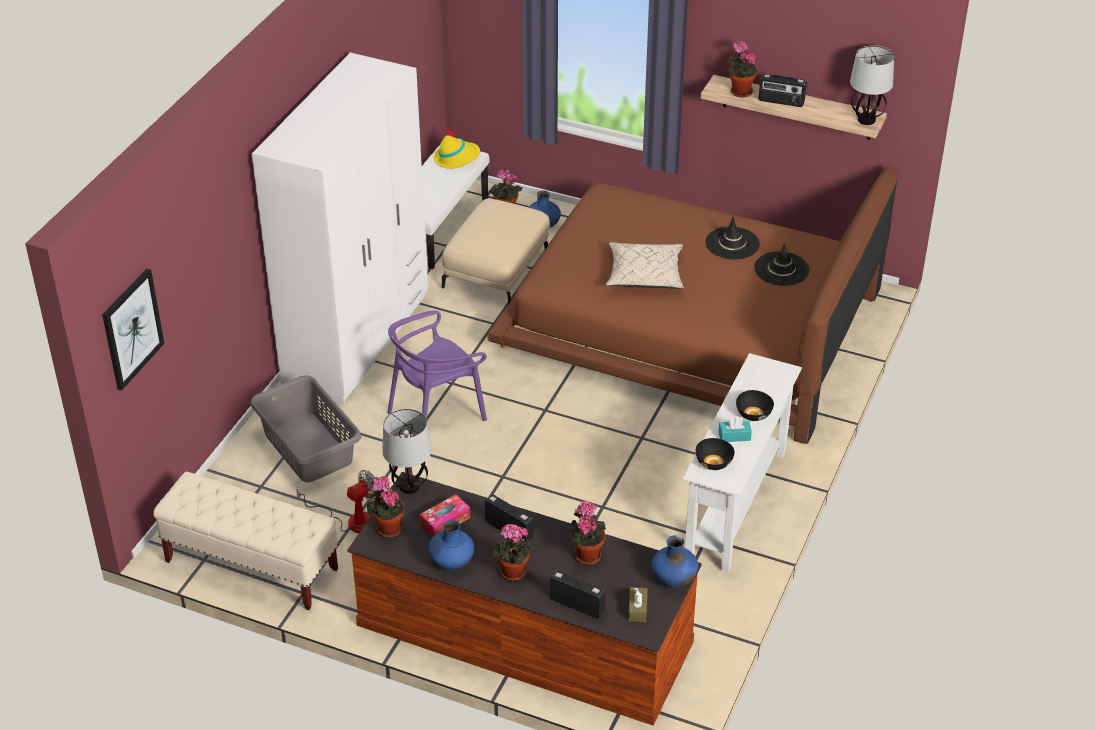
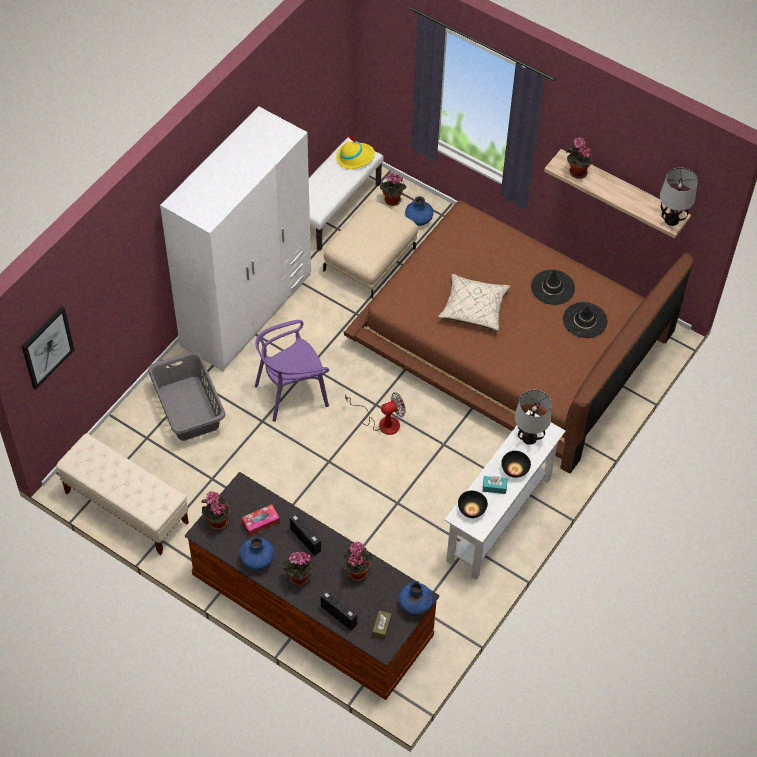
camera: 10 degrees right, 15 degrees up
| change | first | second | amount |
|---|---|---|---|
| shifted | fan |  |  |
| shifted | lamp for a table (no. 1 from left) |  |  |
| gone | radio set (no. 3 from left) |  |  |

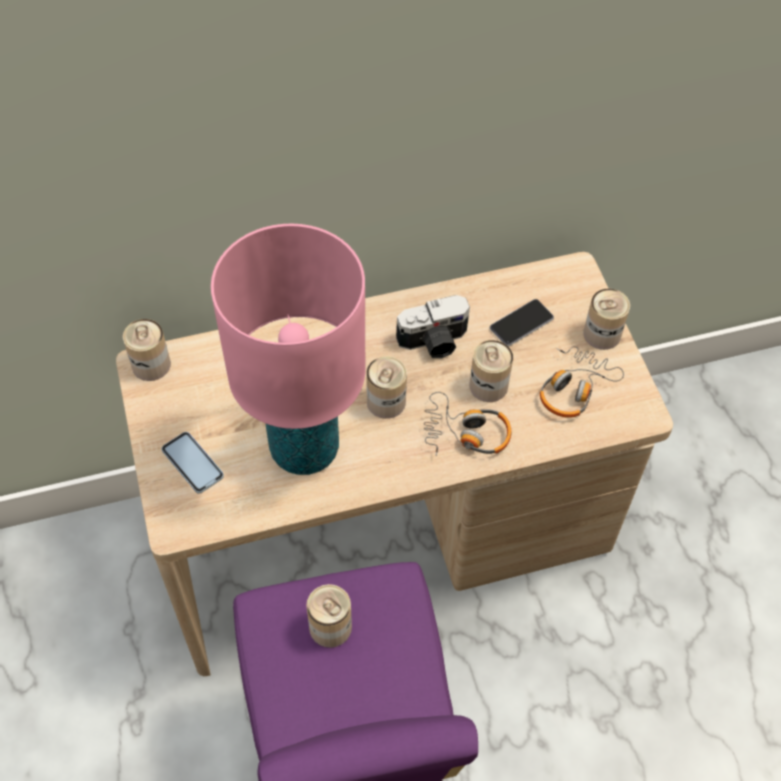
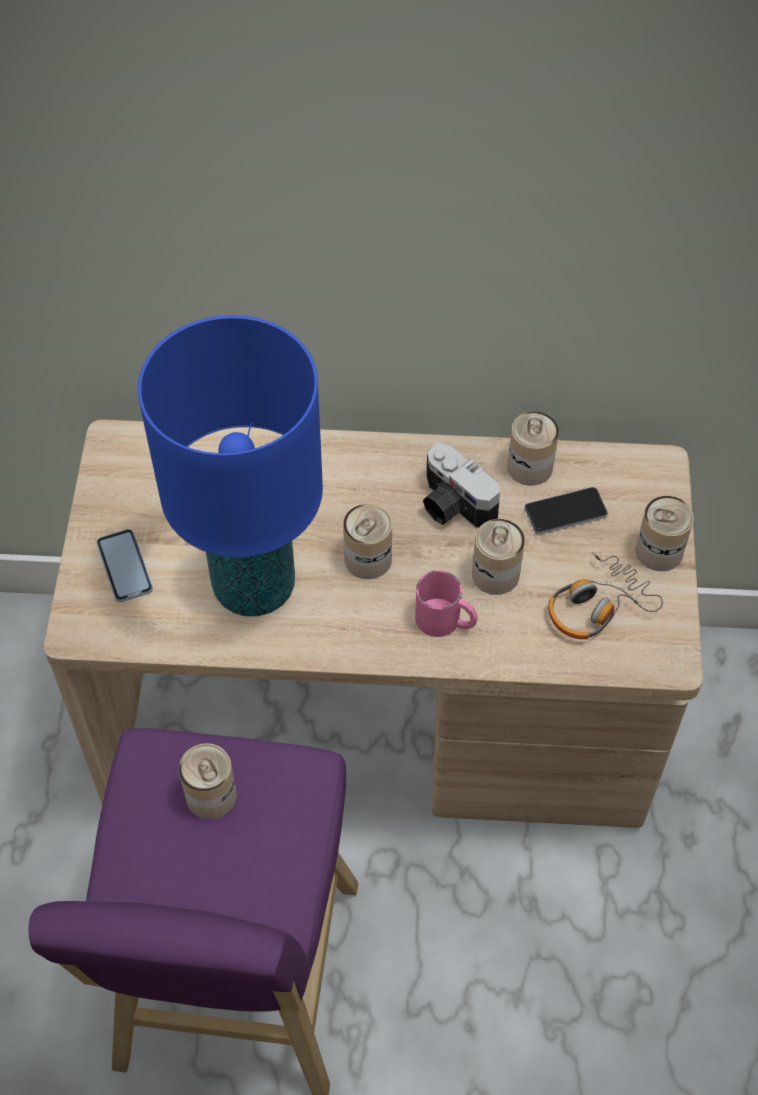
camera: 20 degrees right, 0 degrees up
| change | first | second | amount |
|---|---|---|---|
| repainted | lamp for a table (pinkish) | lamp for a table (blue-coloured) |  |
| swapped | headphones (no. 1 from left) | tea mug (pinkish) |  |
| rotated | photo camera |  | 45 degrees clockwise |
| shifted | sealed can (no. 1 from left in the first image) | sealed can (no. 4 from left) |  |

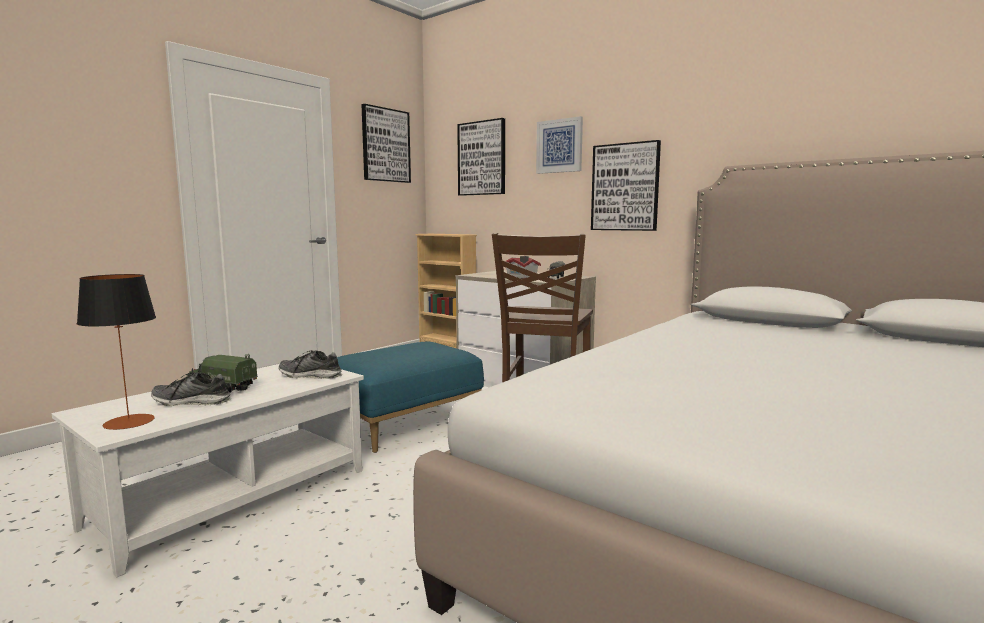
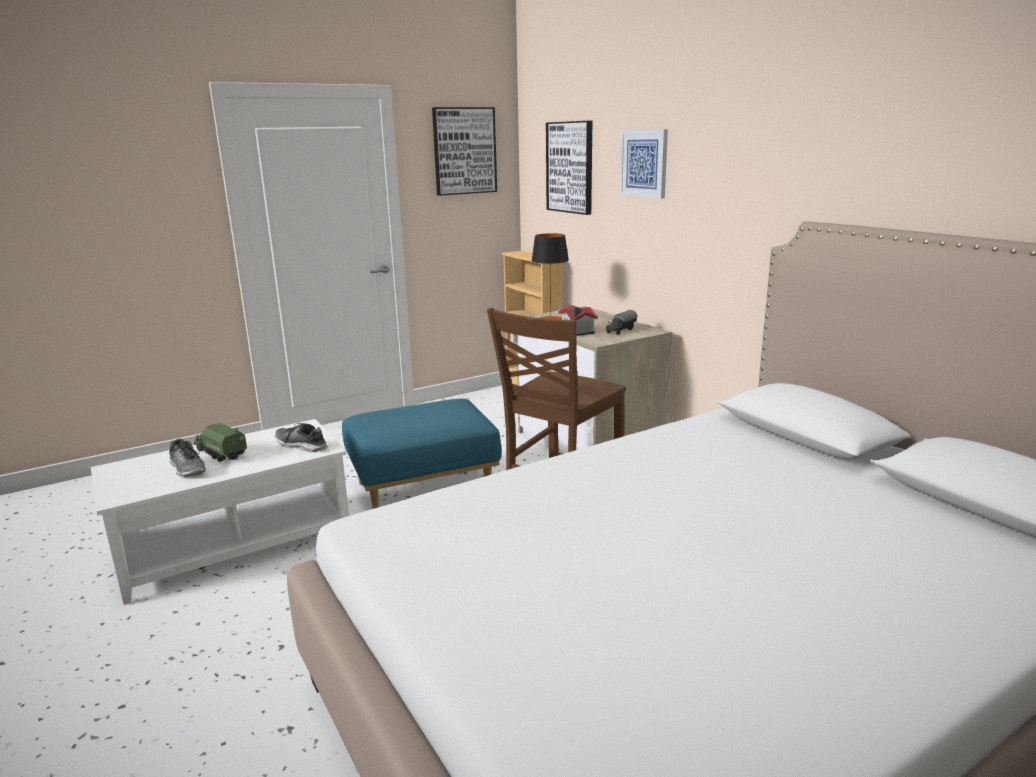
camera: 20 degrees right, 10 degrees up
| change | first | second | amount |
|---|---|---|---|
| rotated | item of footwear (no. 1 from left) |  | 150 degrees counterclockwise |
| shifted | lamp for a table |  |  |
| gone | picture (no. 4 from left) |  |  |

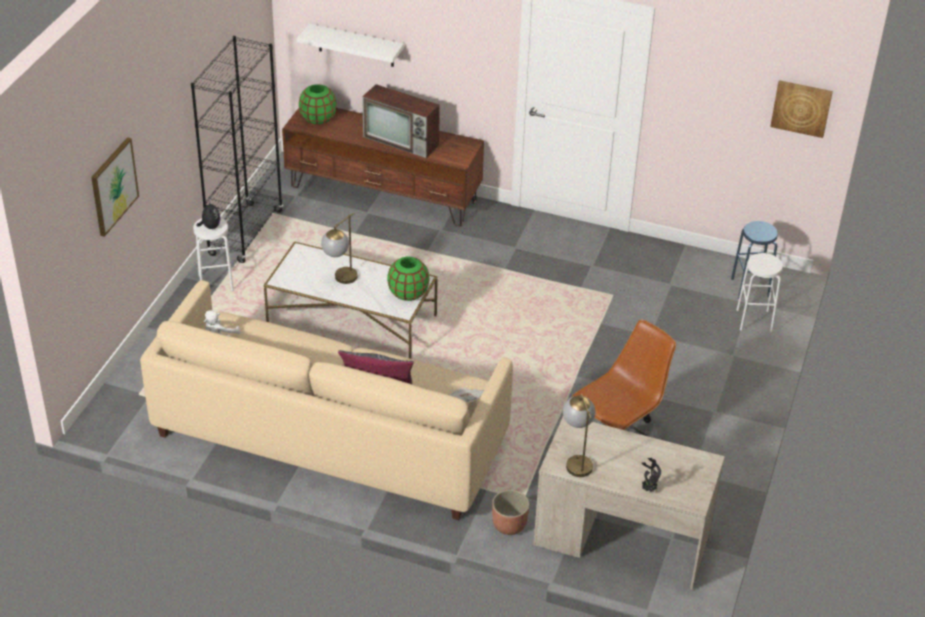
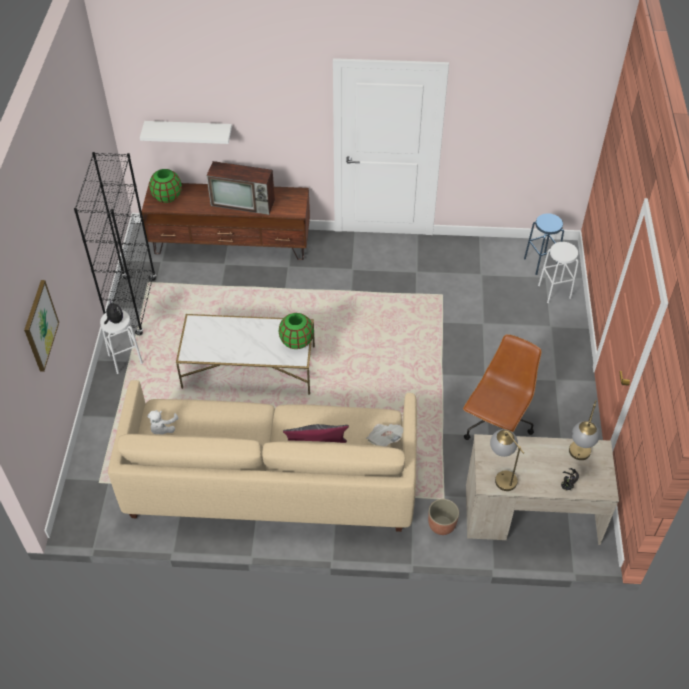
camera: 15 degrees left, 10 degrees up
| change | first | second | amount |
|---|---|---|---|
| shifted | lamp for a table (no. 1 from left in the first image) | lamp for a table (no. 2 from left) |  |
| gone | picture (no. 2 from left) |  |  |

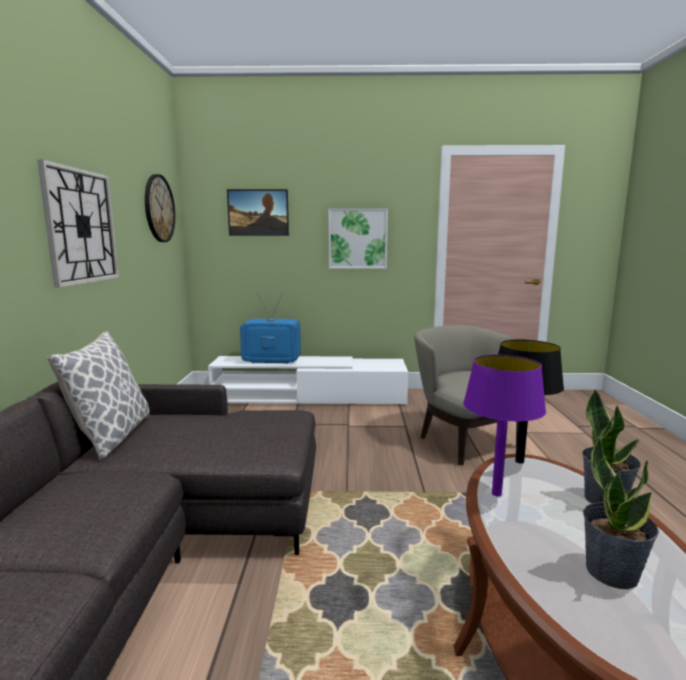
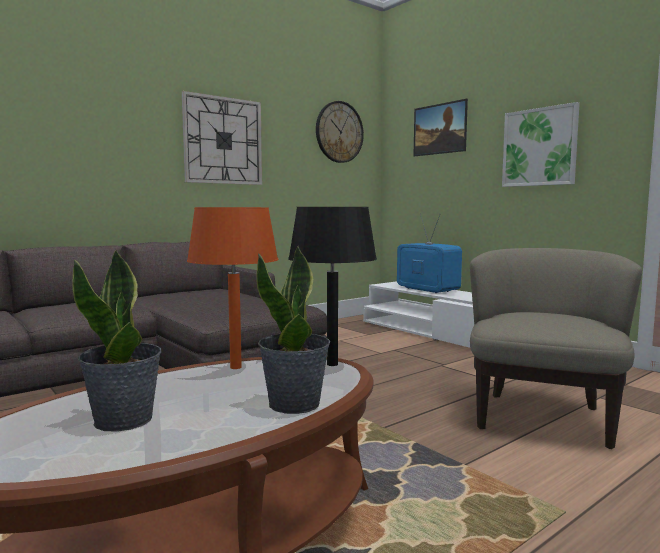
camera: 50 degrees right, 5 degrees down
| change | first | second | amount |
|---|---|---|---|
| repainted | lamp for a table (purple-coloured) | lamp for a table (orange) |  |
| gone | cushion |  |  |

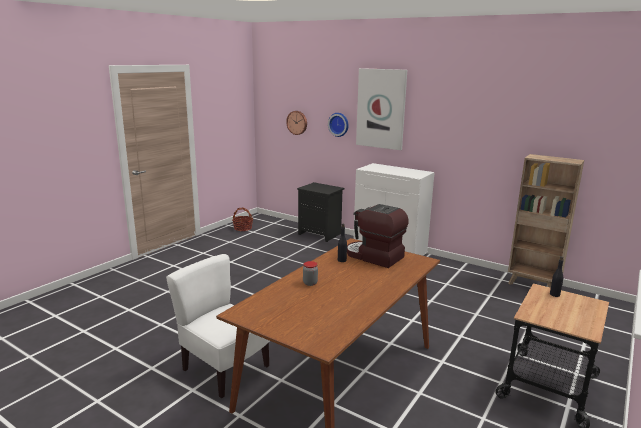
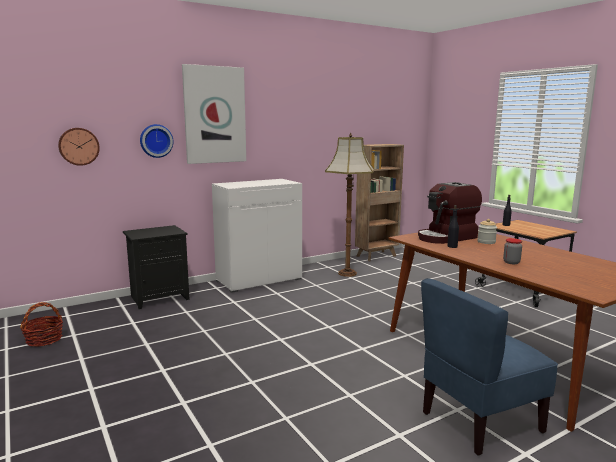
camera: 65 degrees left, 5 degrees down
| change | first | second | amount |
|---|---|---|---|
| new |  | standard lamp |  |
| repainted | upright chair (white) | upright chair (blue-coloured) |  |
| new |  | preserve jar (no. 1 from left) |  |

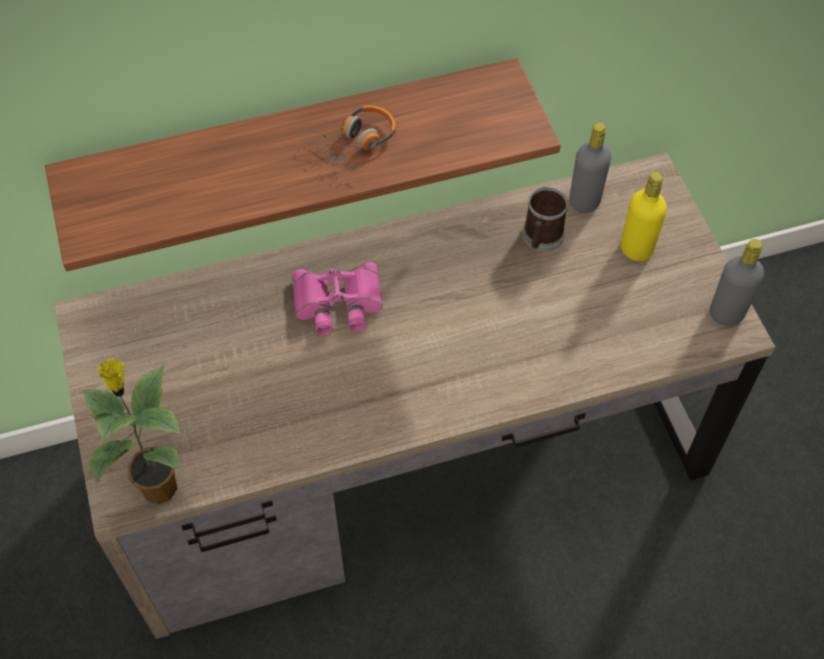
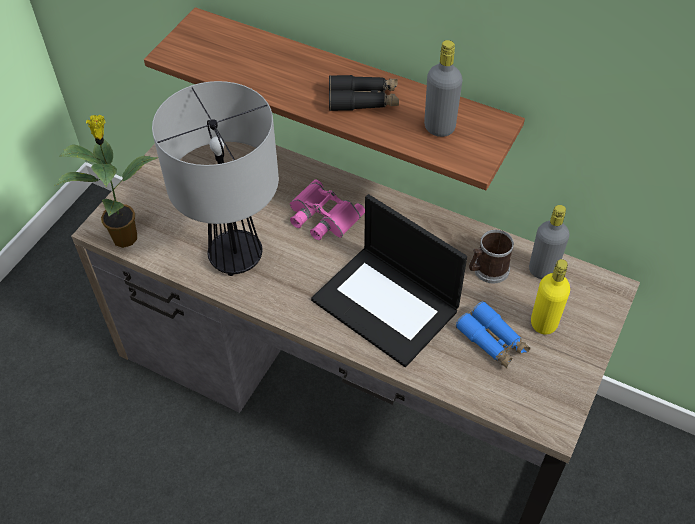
camera: 45 degrees right, 5 degrees down
| change | first | second | amount |
|---|---|---|---|
| new |  | lamp for a table |  |
| new |  | laptop |  |
| swapped | headphones | binoculars (black) |  |
| shifted | drink bottle (gray) (no. 2 from left in the first image) | drink bottle (gray) (no. 1 from left) |  |
| new |  | binoculars (blue-coloured) |  |

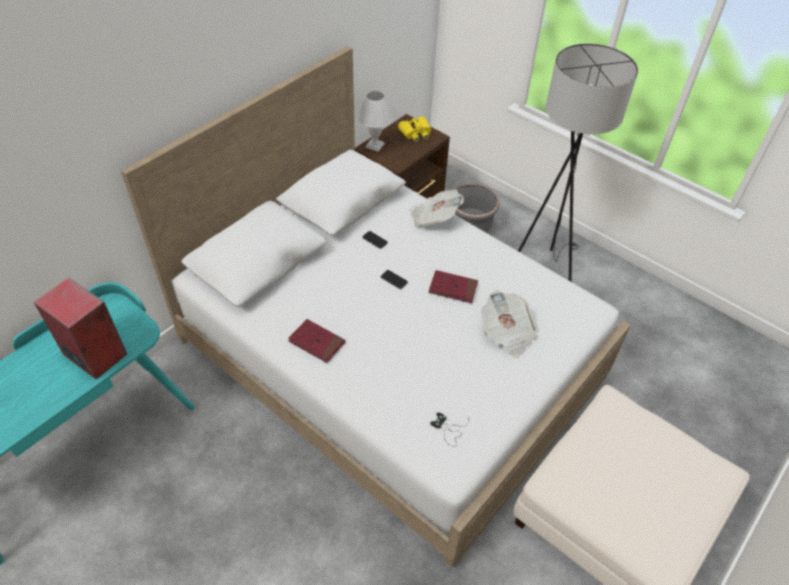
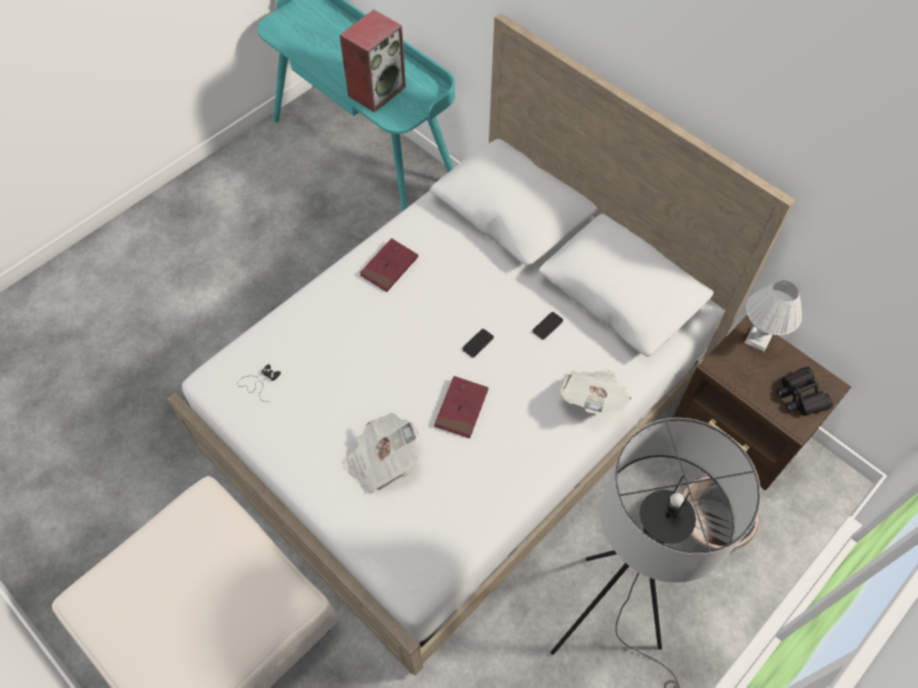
camera: 95 degrees right, 10 degrees up
| change | first | second | amount |
|---|---|---|---|
| repainted | binoculars (yellow) | binoculars (black) |  |

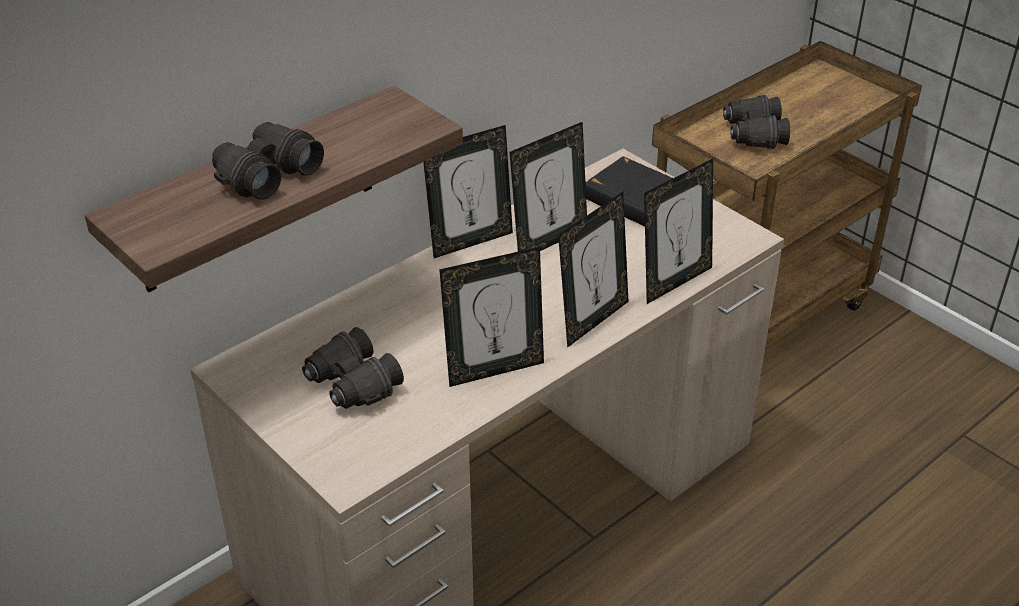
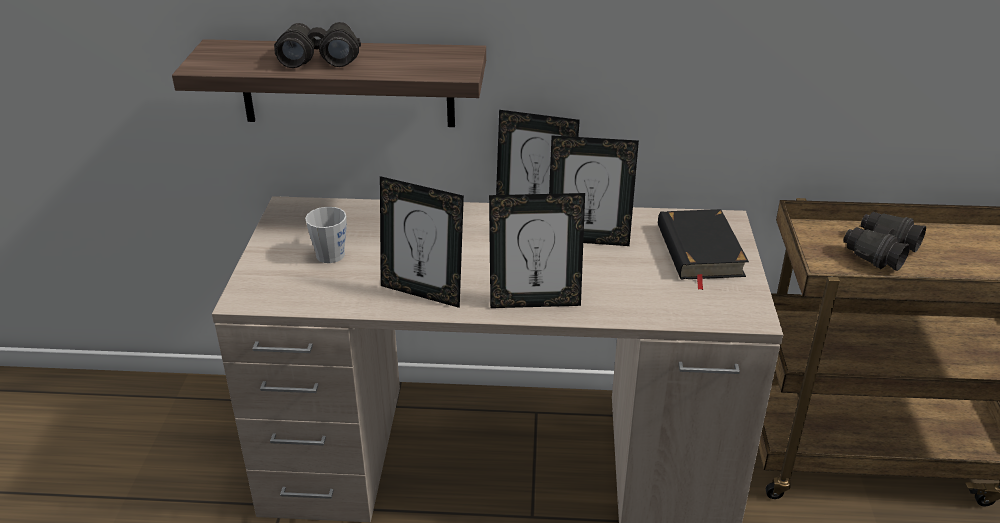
camera: 45 degrees right, 5 degrees down
| change | first | second | amount |
|---|---|---|---|
| swapped | binoculars (black) (no. 2 from left) | tea mug (gray) |  |
| gone | picture frame (no. 5 from left) |  |  |

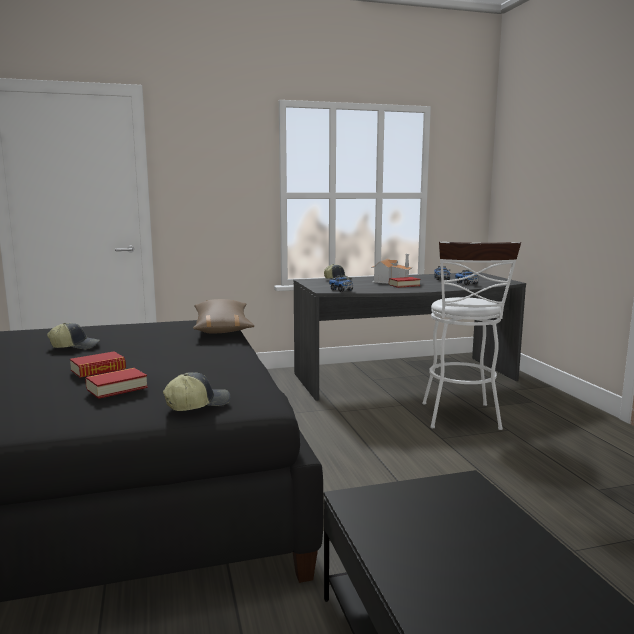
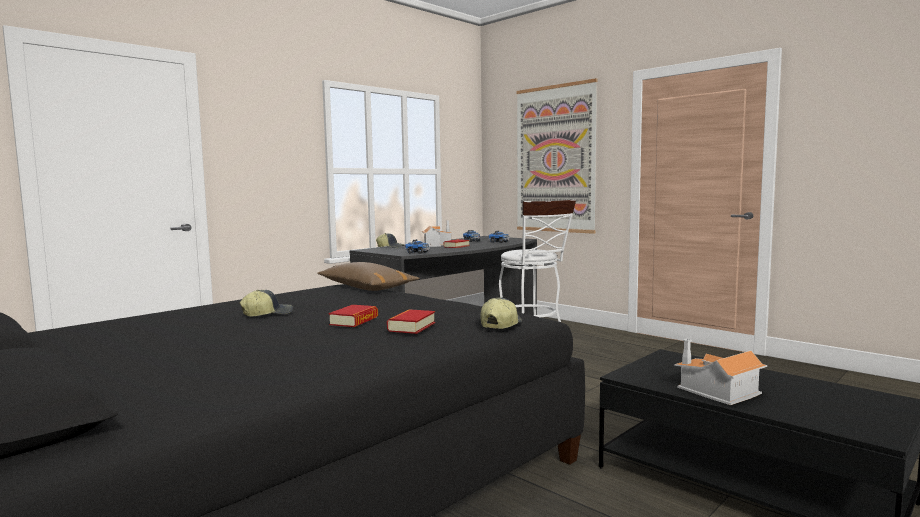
camera: 30 degrees left, 5 degrees down
| change | first | second | amount |
|---|---|---|---|
| new |  | picture |  |
| new |  | model house (no. 2 from left) |  |

